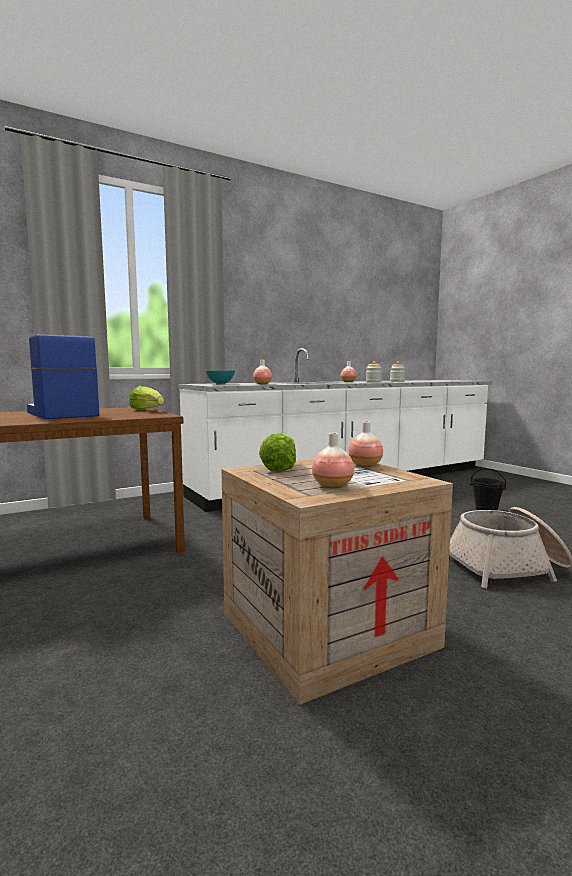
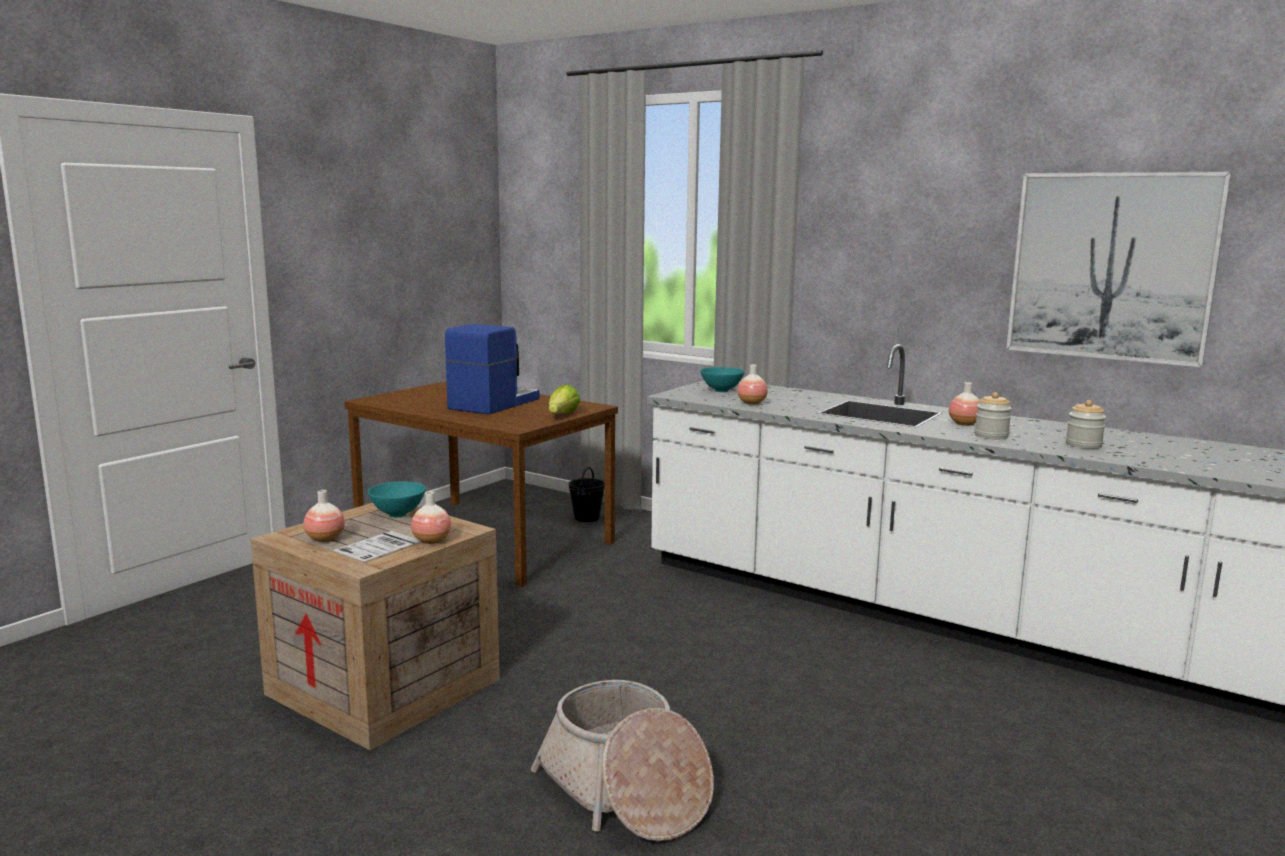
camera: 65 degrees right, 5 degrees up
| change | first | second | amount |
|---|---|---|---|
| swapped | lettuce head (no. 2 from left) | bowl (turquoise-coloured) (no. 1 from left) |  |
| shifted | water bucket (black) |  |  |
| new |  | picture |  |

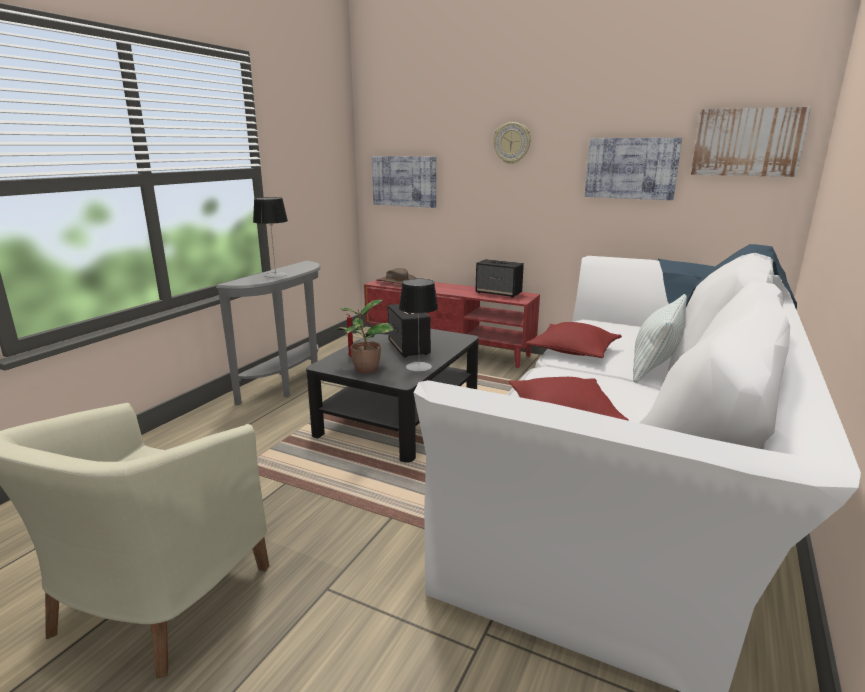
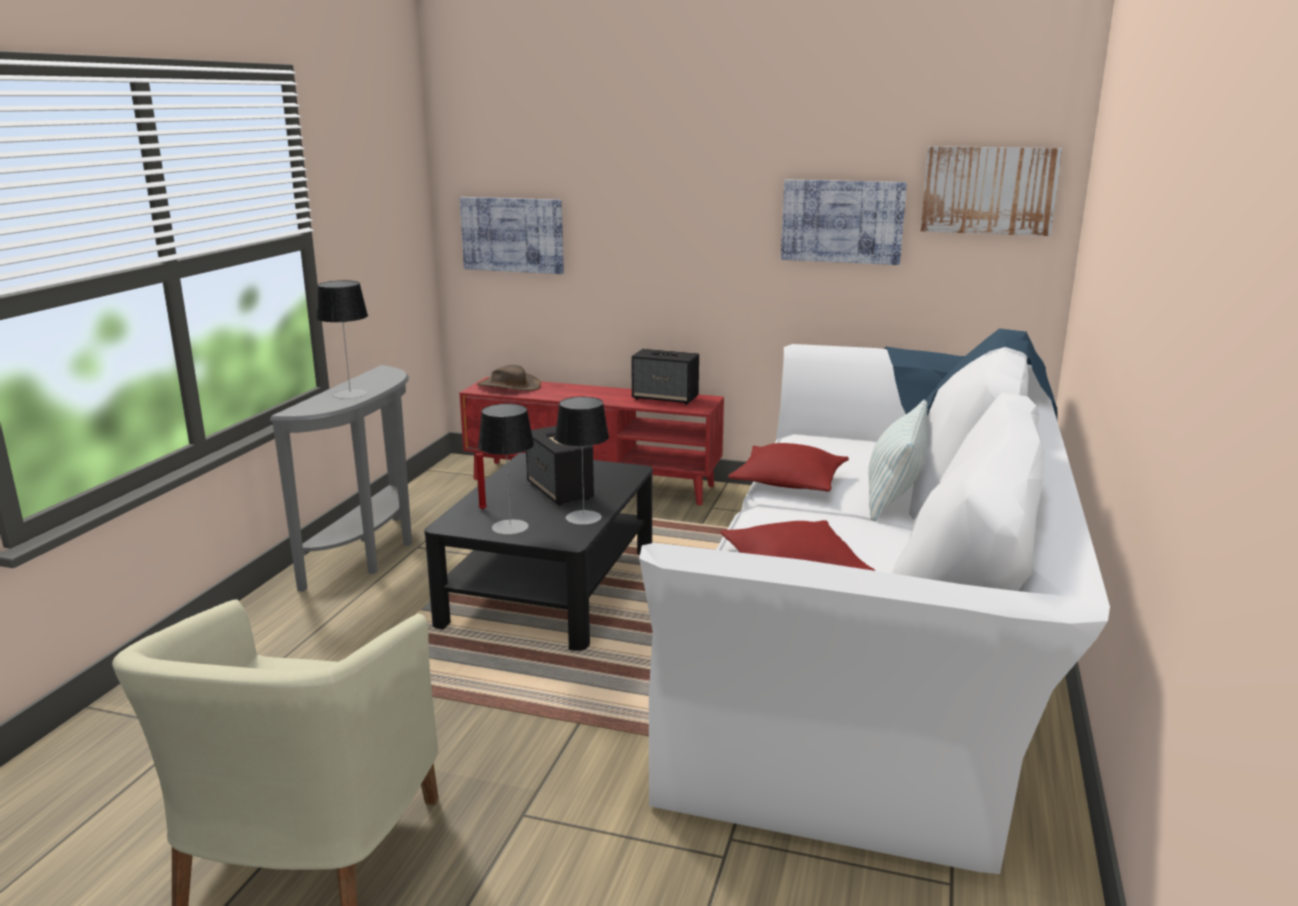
camera: 10 degrees left, 0 degrees up
| change | first | second | amount |
|---|---|---|---|
| swapped | houseplant | lamp for a table (no. 2 from left) |  |
| gone | hanging clock |  |  |

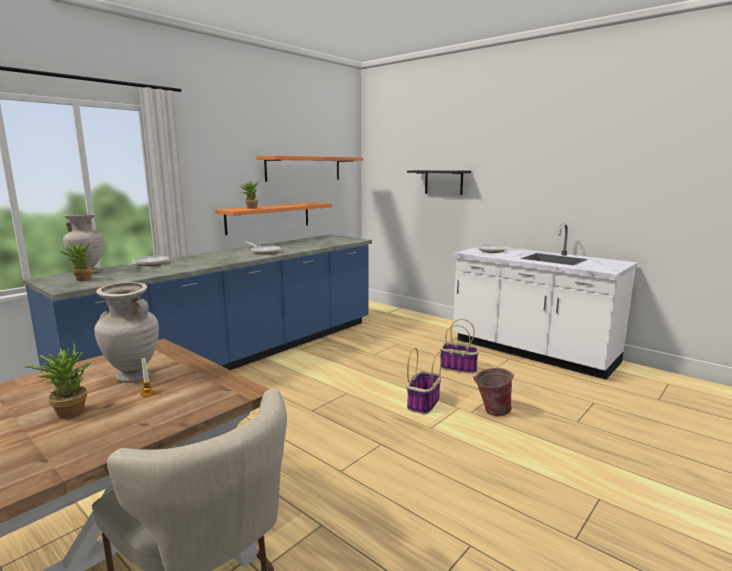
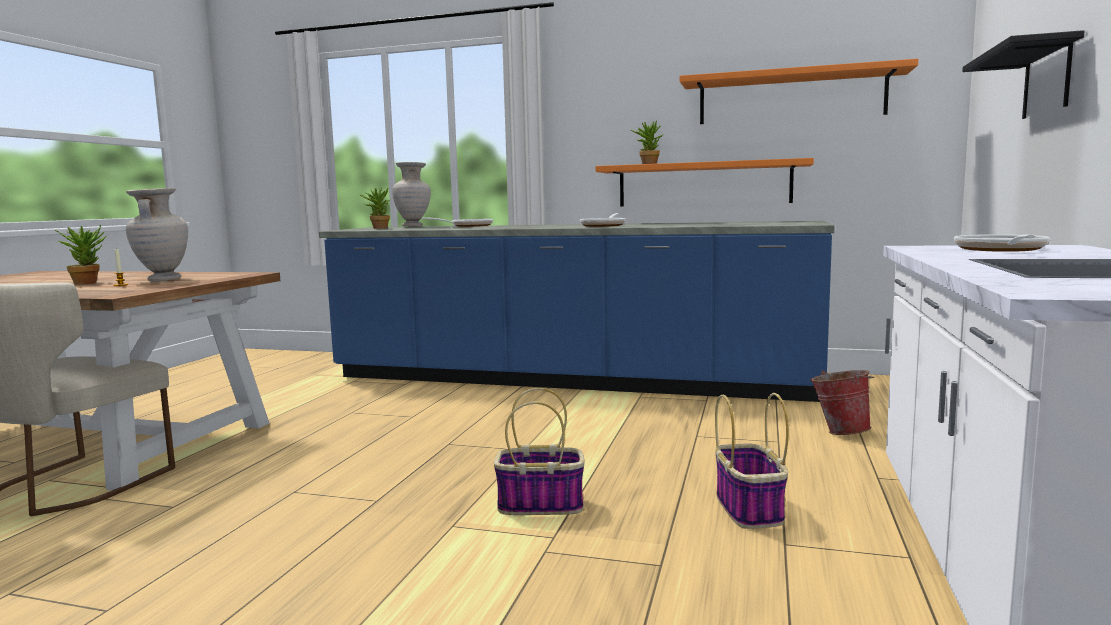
camera: 65 degrees right, 5 degrees down
| change | first | second | amount |
|---|---|---|---|
| shifted | water bucket |  |  |

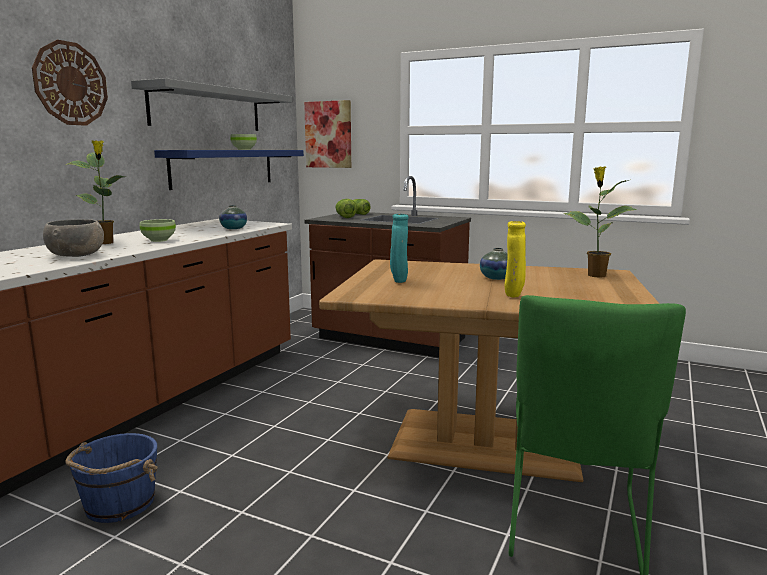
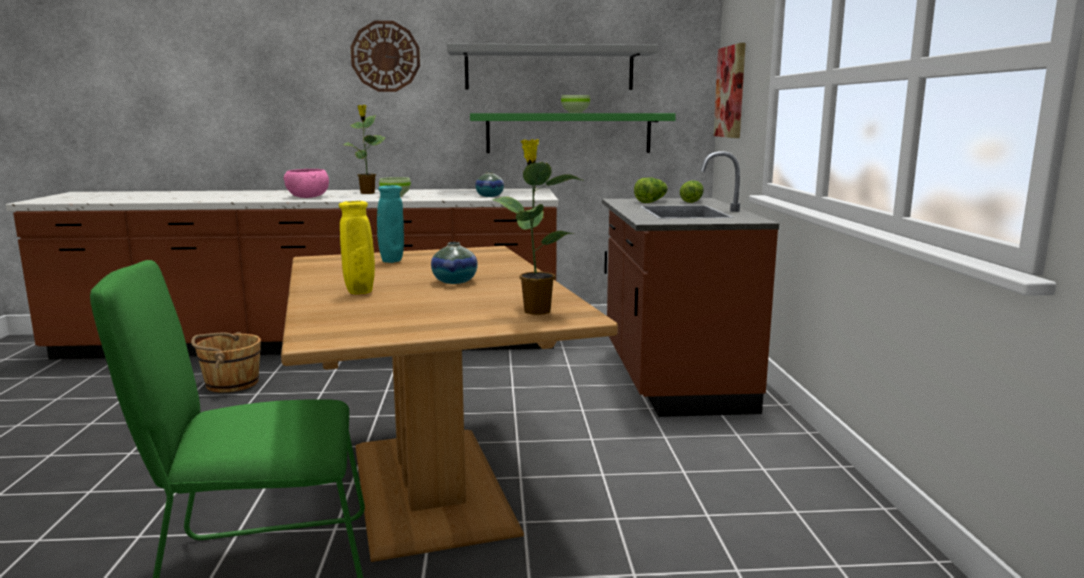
camera: 60 degrees right, 0 degrees up
| change | first | second | amount |
|---|---|---|---|
| repainted | water bucket (blue-coloured) | water bucket (brown) |  |
| repainted | bowl (gray) | bowl (pinkish) |  |
| repainted | bracket shelf (blue-coloured) | bracket shelf (greenish) |  |

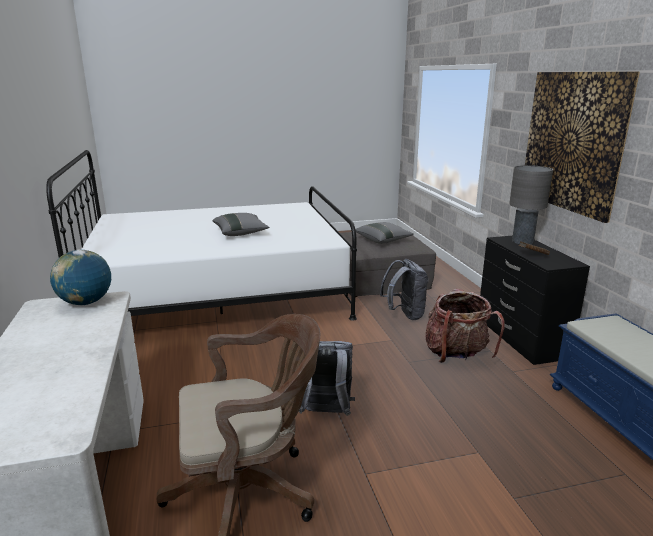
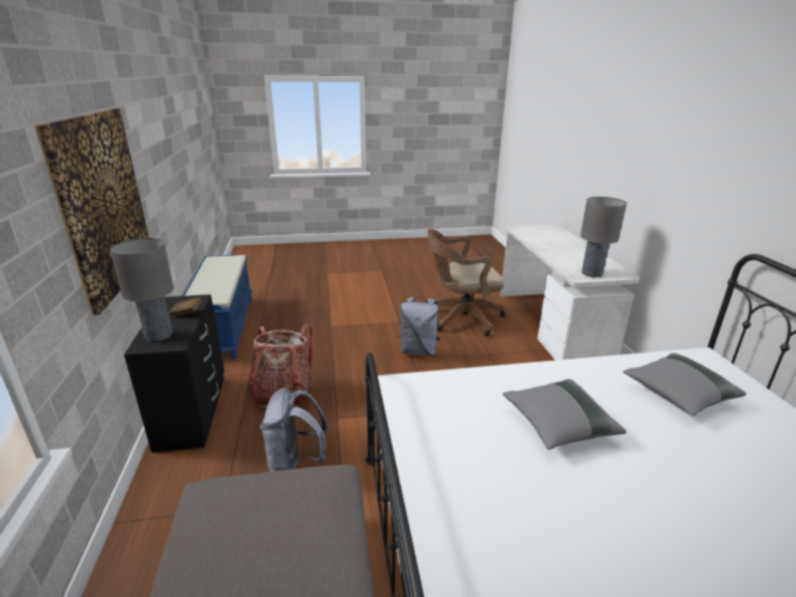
camera: 175 degrees left, 5 degrees up
| change | first | second | amount |
|---|---|---|---|
| swapped | desk globe | lamp for a table (gray) (no. 2 from left) |  |
| shifted | cushion (gray) (no. 2 from left) |  |  |

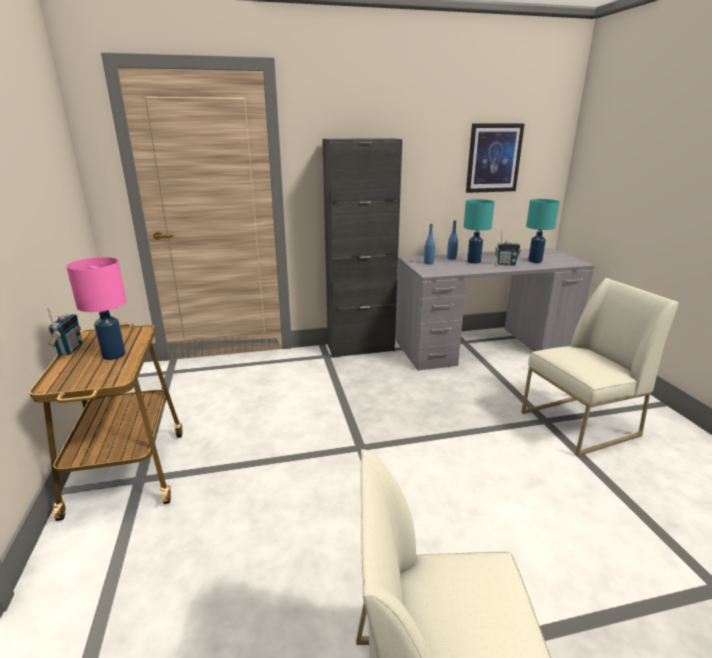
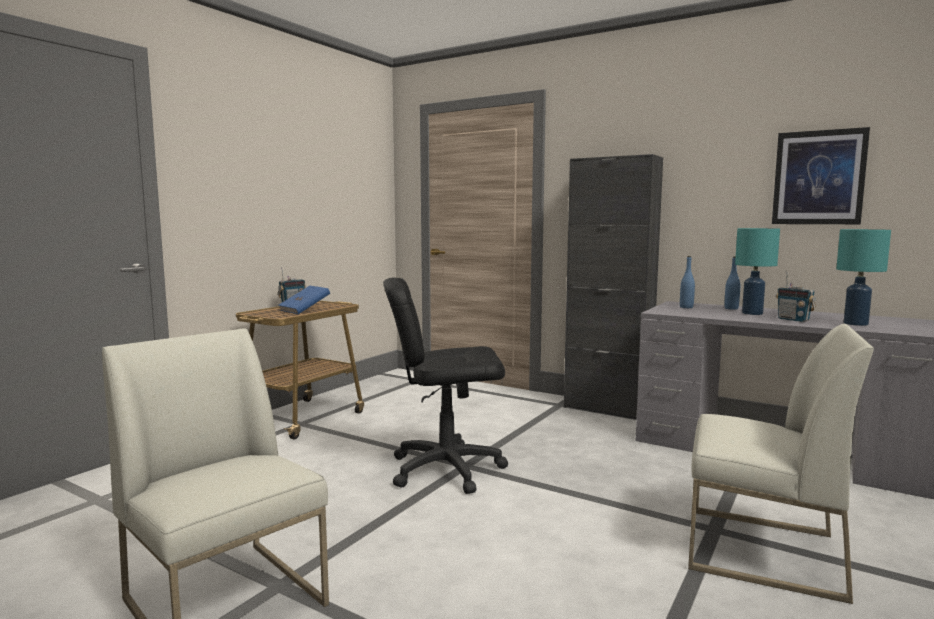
camera: 45 degrees right, 15 degrees down
| change | first | second | amount |
|---|---|---|---|
| swapped | lamp for a table (pinkish) | bound book (blue-coloured) |  |
| new |  | desk chair (black) |  |

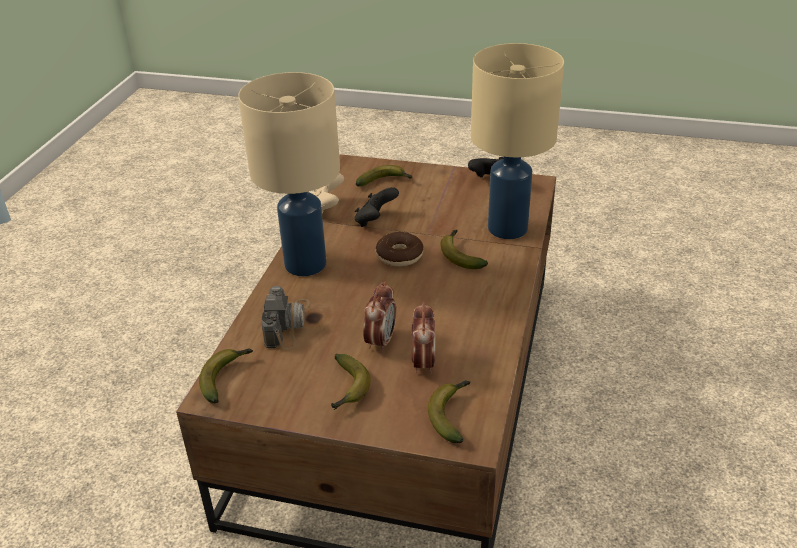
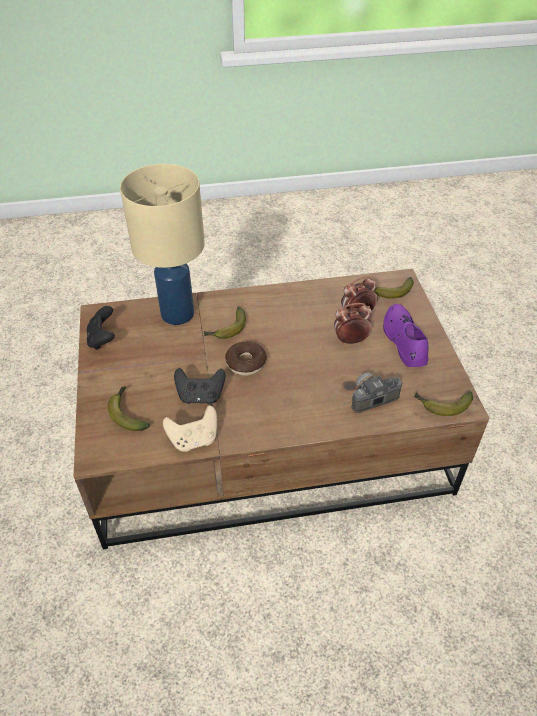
camera: 115 degrees left, 10 degrees up
| change | first | second | amount |
|---|---|---|---|
| swapped | whole banana (no. 2 from left) | item of footwear (purple-coloured) |  |
| gone | lamp for a table (beige) (no. 1 from left) |  |  |

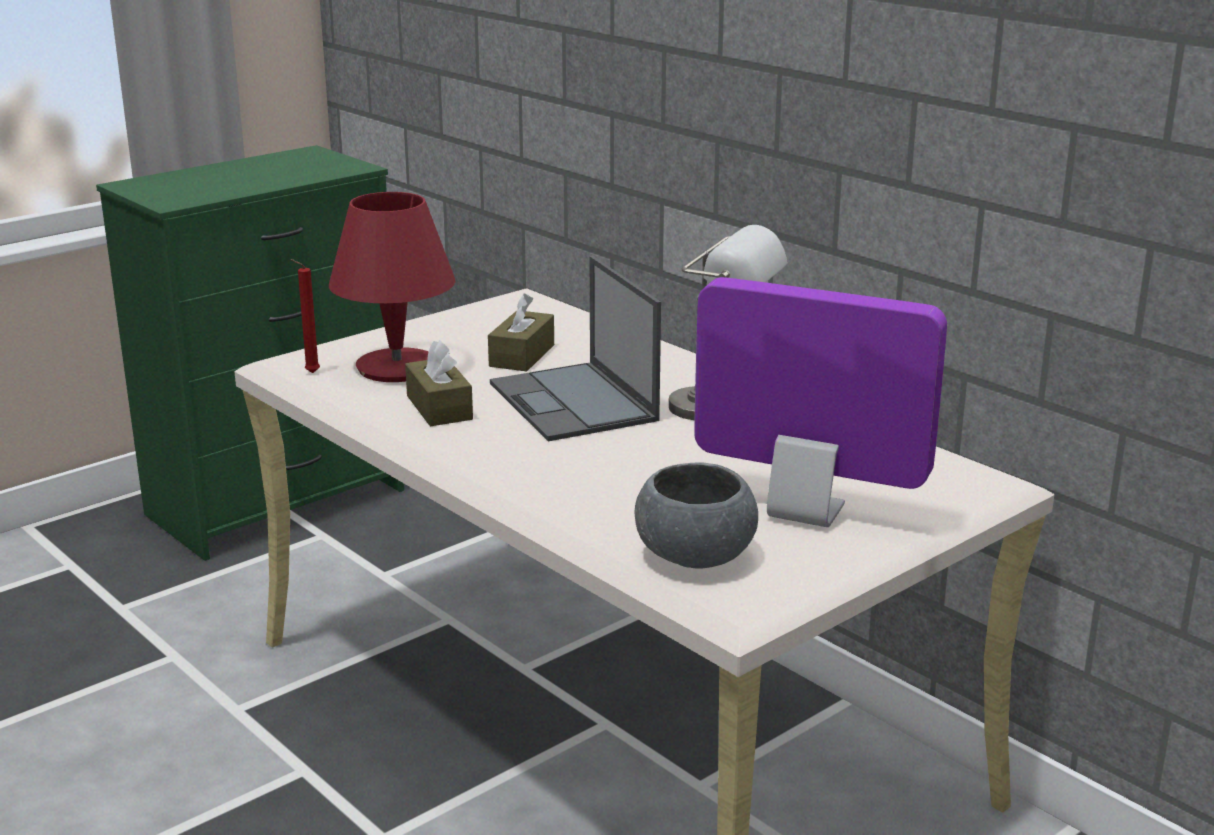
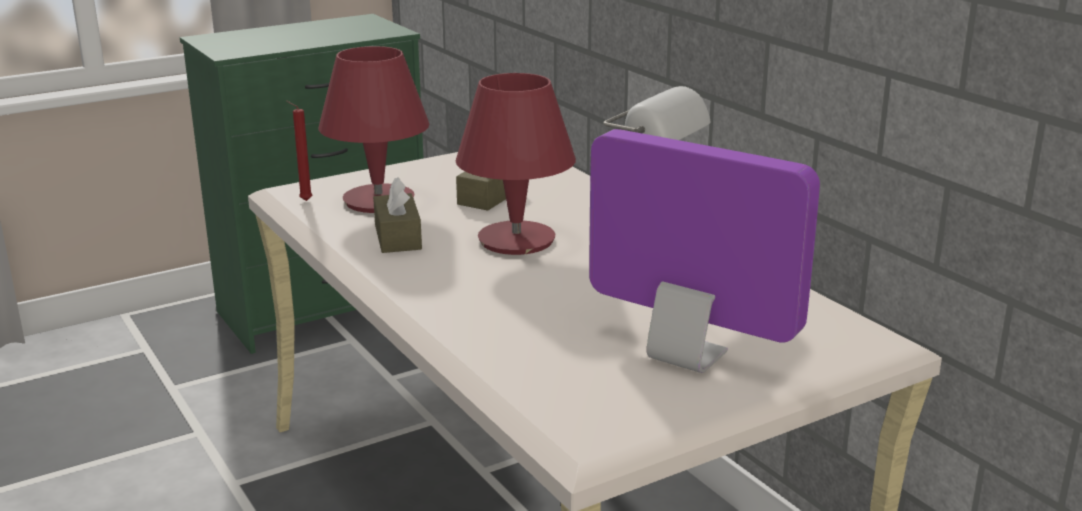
camera: 10 degrees right, 0 degrees up
| change | first | second | amount |
|---|---|---|---|
| swapped | laptop | lamp for a table (red) (no. 2 from left) |  |
| gone | bowl (gray) |  |  |

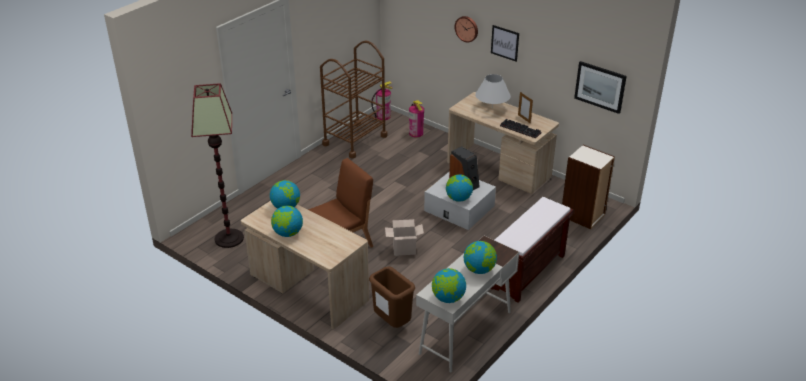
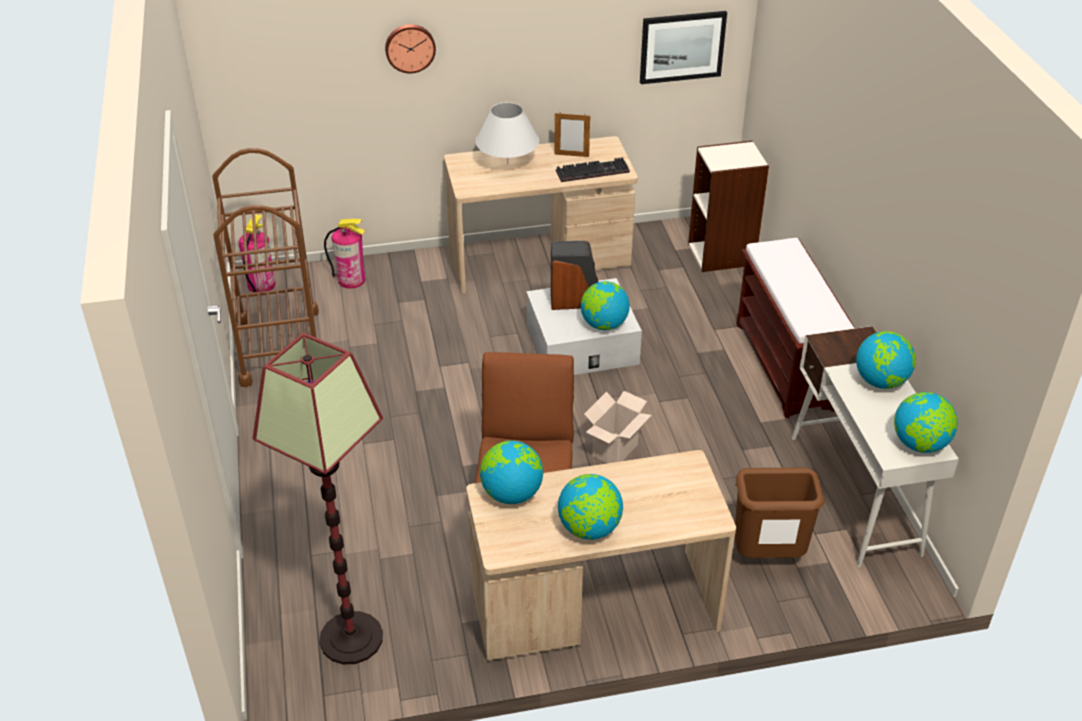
camera: 50 degrees left, 5 degrees up
| change | first | second | amount |
|---|---|---|---|
| gone | picture (no. 1 from left) |  |  |

